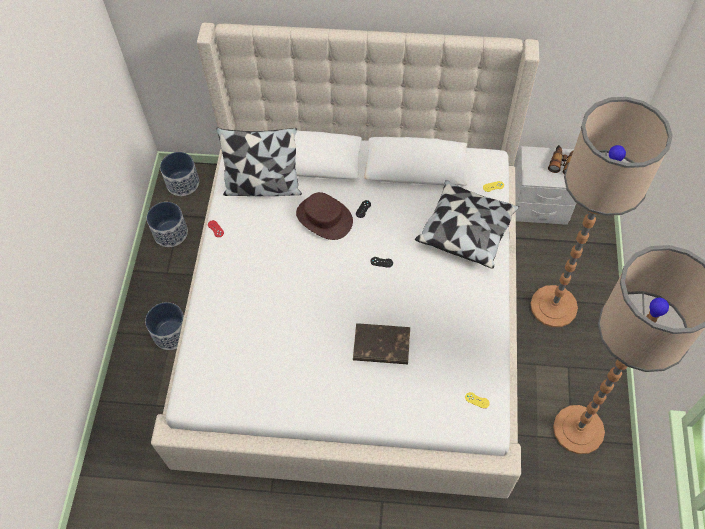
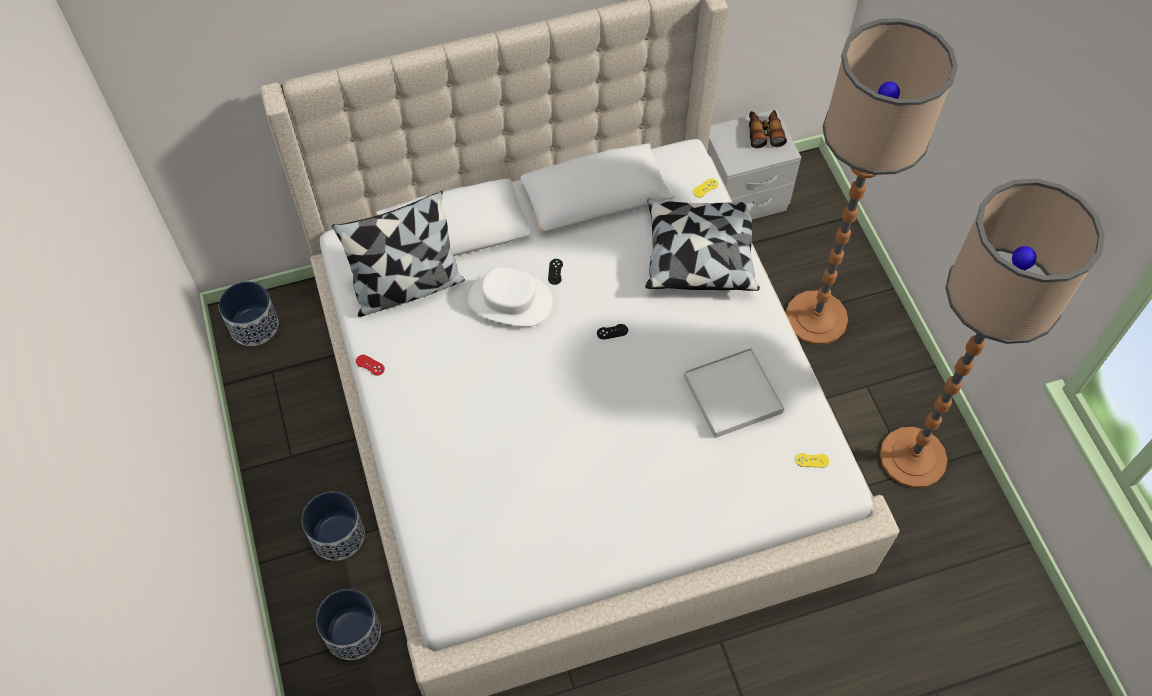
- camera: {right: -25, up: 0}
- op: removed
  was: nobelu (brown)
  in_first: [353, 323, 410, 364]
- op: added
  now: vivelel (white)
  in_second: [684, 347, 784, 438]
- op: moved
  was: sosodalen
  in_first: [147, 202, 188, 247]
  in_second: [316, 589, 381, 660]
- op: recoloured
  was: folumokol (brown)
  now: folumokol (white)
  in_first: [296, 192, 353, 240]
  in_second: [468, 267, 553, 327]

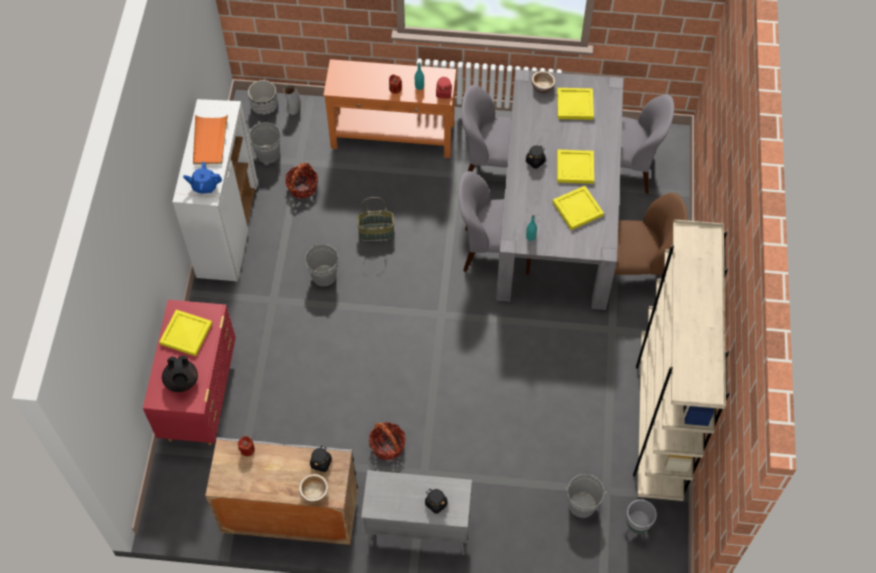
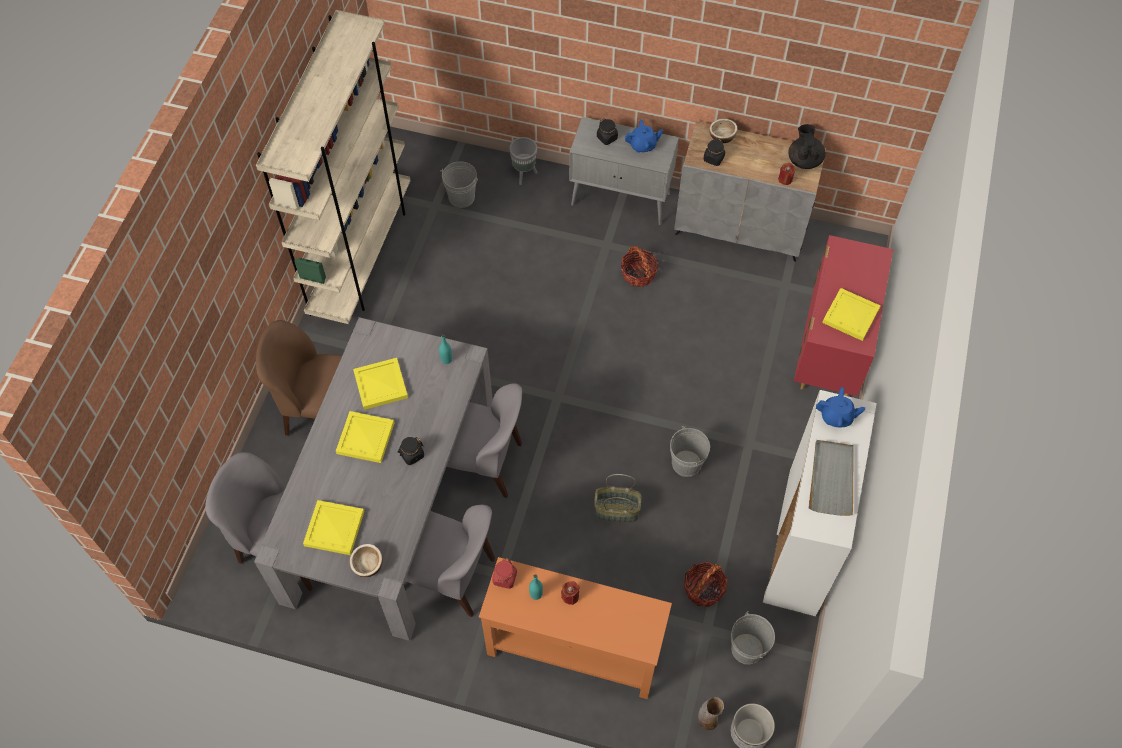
- camera: {right: -170, up: 0}
- op: added
  now: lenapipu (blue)
  in_second: [625, 120, 663, 153]
- op: moved
  was: lenapipu (black)
  in_first: [162, 355, 198, 392]
  in_second: [789, 124, 825, 169]
- op: moved
  was: sosodalen (grey)
  in_first: [623, 499, 657, 538]
  in_second: [509, 137, 538, 185]
- op: recoloured
  was: vivelel (orange)
  now: vivelel (grey)
  in_first: [193, 115, 228, 164]
  in_second: [808, 440, 854, 516]

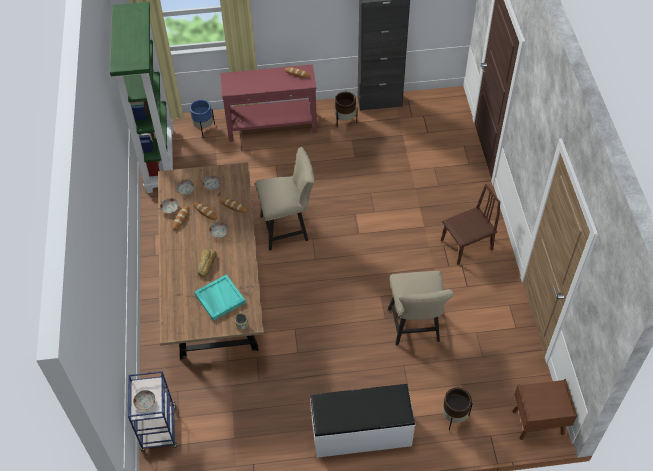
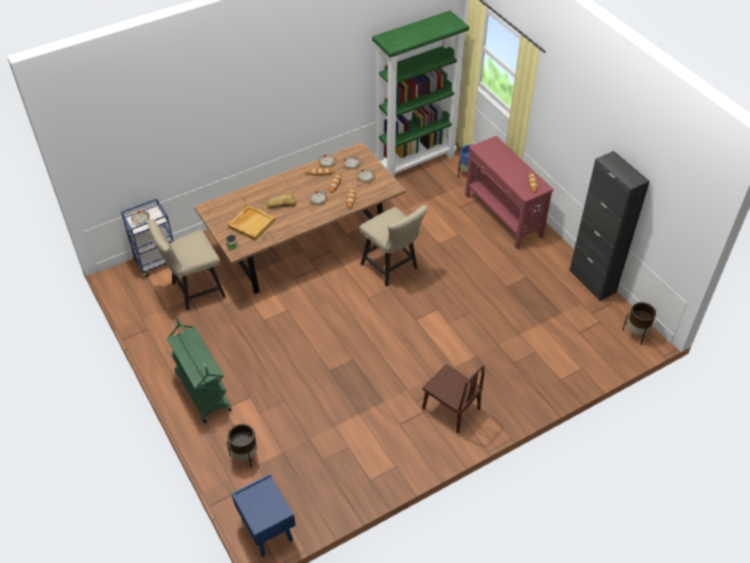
- camera: {right: 65, up: -5}
- op: moved
  was: sosodalen (brown)
  in_first: [335, 92, 358, 127]
  in_second: [623, 302, 656, 345]
- op: moved
  was: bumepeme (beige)
  in_first: [388, 271, 454, 345]
  in_second: [148, 219, 226, 310]
- op: replaced
  was: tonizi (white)
  now: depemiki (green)
  in_first: [310, 384, 415, 458]
  in_second: [167, 318, 232, 423]
- op: recoloured
  was: vivelel (turquoise)
  now: vivelel (beige)
  in_first: [194, 274, 246, 321]
  in_second: [228, 205, 275, 241]
- op: recoloured
  was: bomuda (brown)
  now: bomuda (blue)
  in_first: [512, 379, 577, 440]
  in_second: [232, 474, 296, 557]

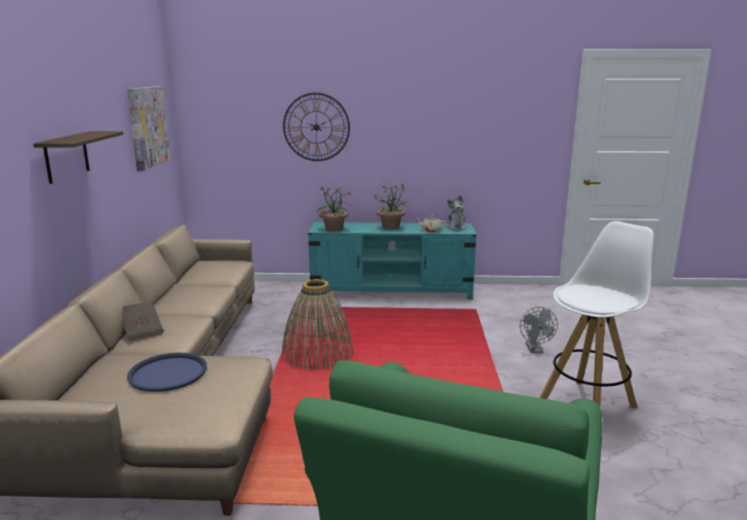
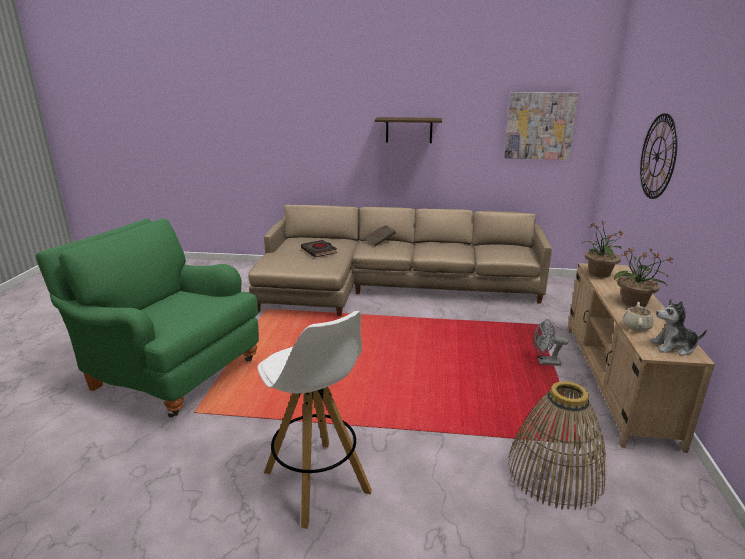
- camera: {right: 95, up: 5}
- op: moved
  was: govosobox
  in_first: [282, 279, 353, 370]
  in_second: [508, 381, 606, 510]
- op: moved
  was: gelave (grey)
  in_first: [520, 307, 558, 353]
  in_second: [534, 319, 569, 366]
- op: replaced
  was: vivelel (blue)
  now: nobelu (black)
  in_first: [127, 353, 207, 392]
  in_second: [301, 240, 337, 257]
- op: recoloured
  was: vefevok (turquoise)
  now: vefevok (beige)
  in_first: [308, 222, 477, 300]
  in_second: [567, 263, 715, 453]

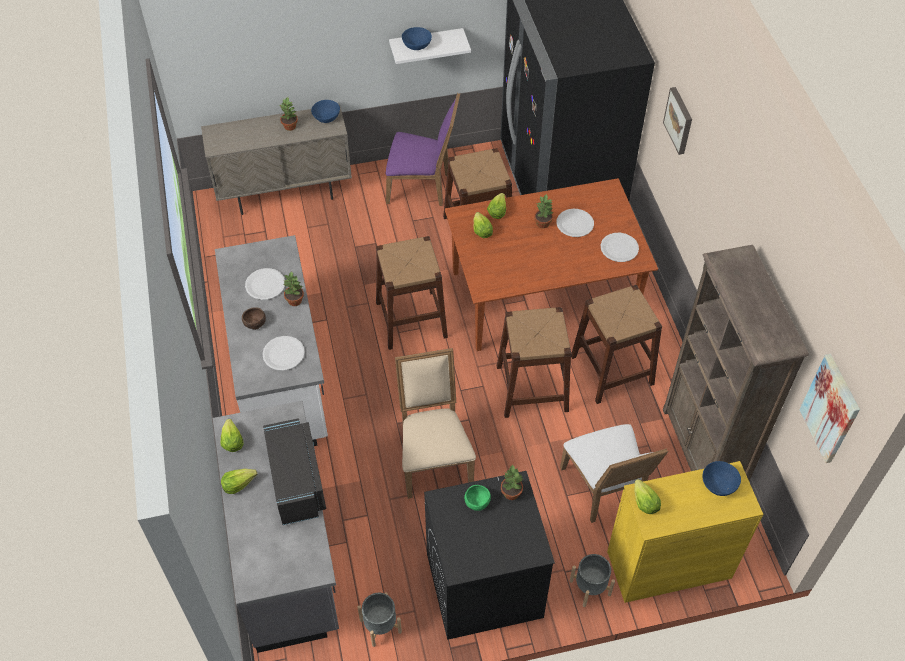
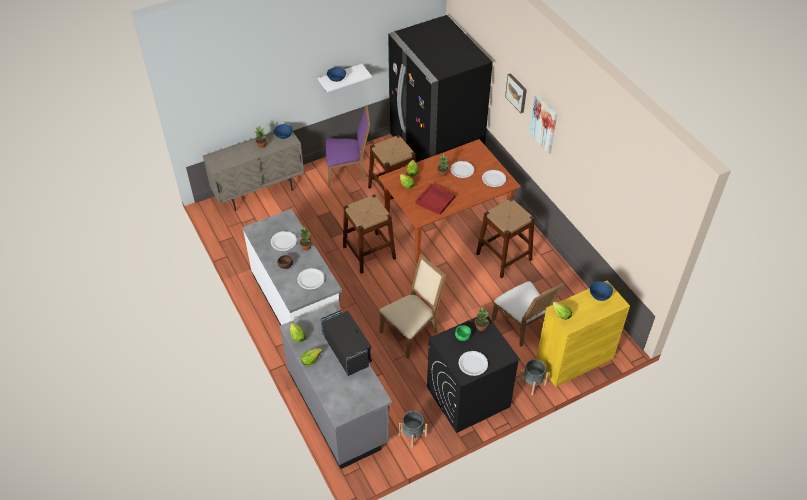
- camera: {right: -15, up: -5}
- op: removed
  was: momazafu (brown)
  in_first: [497, 307, 571, 418]
- op: removed
  was: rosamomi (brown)
  in_first: [663, 245, 809, 481]
- op: added
  now: vivelel (red)
  in_second: [415, 184, 456, 215]
- op: added
  now: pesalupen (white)
  in_second: [459, 351, 488, 376]
- op: moved
  was: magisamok
  in_first: [799, 354, 860, 463]
  in_second: [530, 93, 557, 154]
- op: turned
  was: bumepeme (beige)
  in_first: [395, 348, 476, 499]
  in_second: [380, 254, 446, 359]
  clockwise: 75

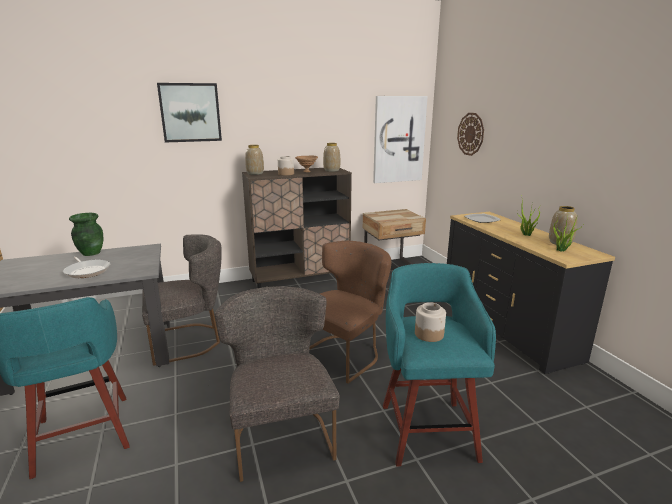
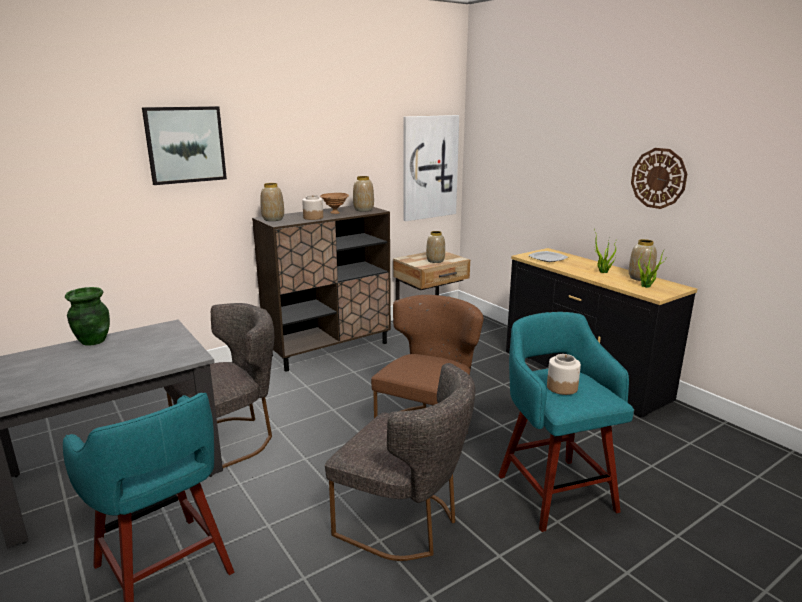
- camera: {right: -15, up: 0}
- op: removed
  was: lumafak
  in_first: [63, 257, 110, 278]
- op: added
  now: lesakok
  in_second: [426, 231, 445, 263]
- op: moved
  was: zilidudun
  in_first: [457, 113, 484, 156]
  in_second: [631, 148, 687, 209]
- op: turned
  was: bumepeme (grey)
  in_first: [215, 286, 340, 482]
  in_second: [325, 363, 475, 561]
  clockwise: 150

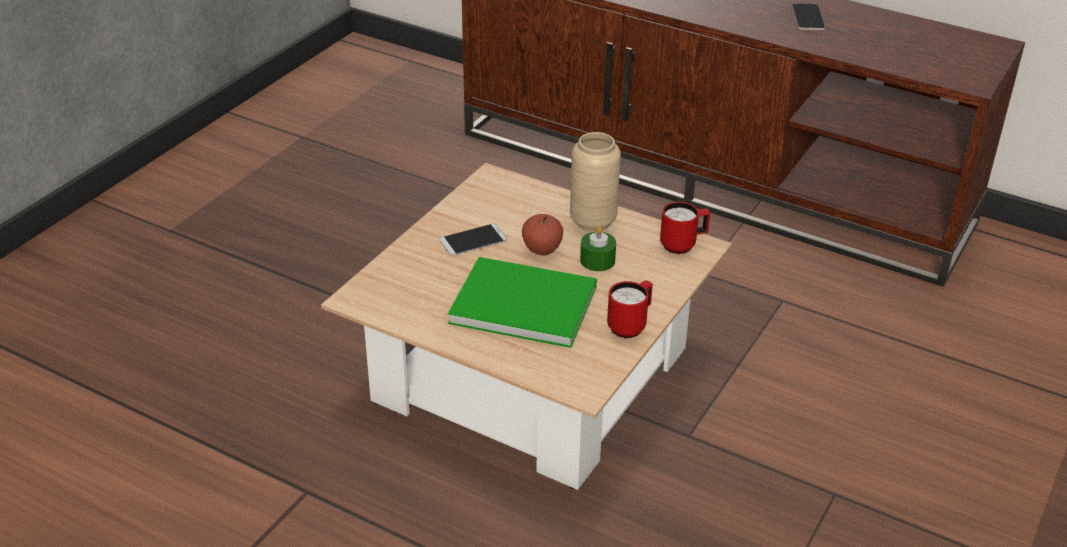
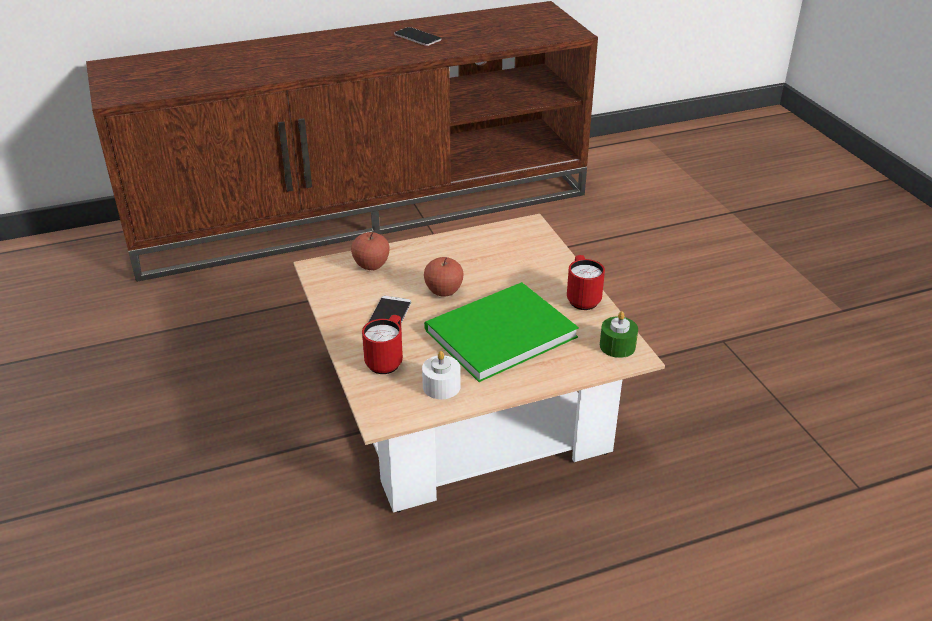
- camera: {right: -50, up: 0}
- op: removed
  was: lesakok (beige)
  in_first: [570, 132, 621, 231]
- op: added
  now: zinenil
  in_second: [351, 232, 390, 270]
- op: added
  now: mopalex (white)
  in_second: [422, 351, 461, 399]
- op: moved
  was: mopalex (green)
  in_first: [580, 226, 616, 271]
  in_second: [600, 311, 638, 358]
- op: moved
  was: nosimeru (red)
  in_first: [660, 202, 710, 254]
  in_second: [362, 315, 403, 374]

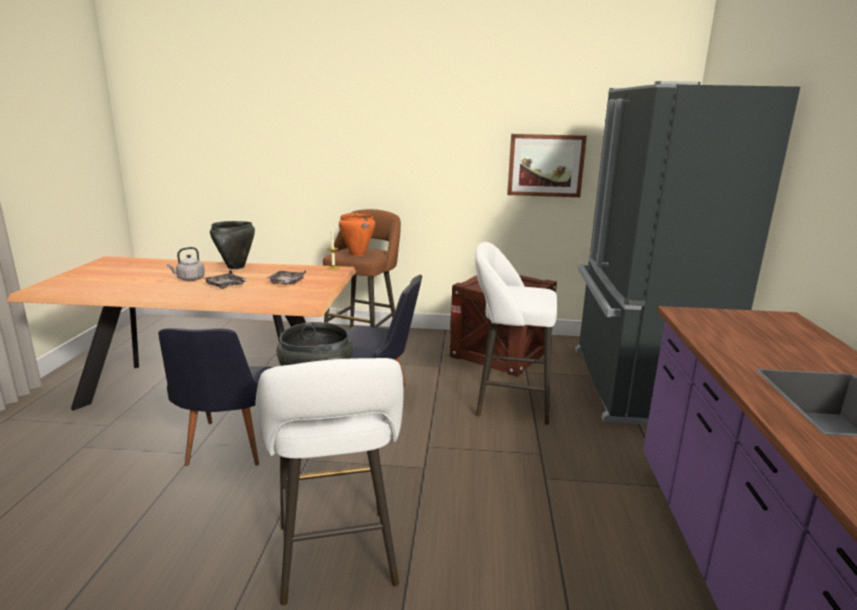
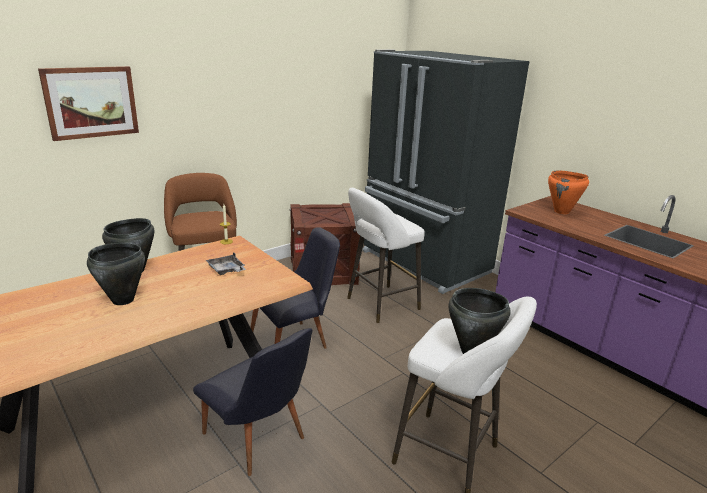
- camera: {right: -45, up: 5}
- op: removed
  was: vivelel (grey)
  in_first: [203, 270, 248, 289]
- op: moved
  was: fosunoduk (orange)
  in_first: [339, 213, 375, 256]
  in_second: [548, 171, 589, 214]
- op: moved
  was: magisamok
  in_first: [507, 134, 587, 197]
  in_second: [38, 66, 139, 141]
- op: replaced
  was: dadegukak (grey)
  now: fosunoduk (black)
  in_first: [167, 247, 205, 281]
  in_second: [87, 243, 145, 305]

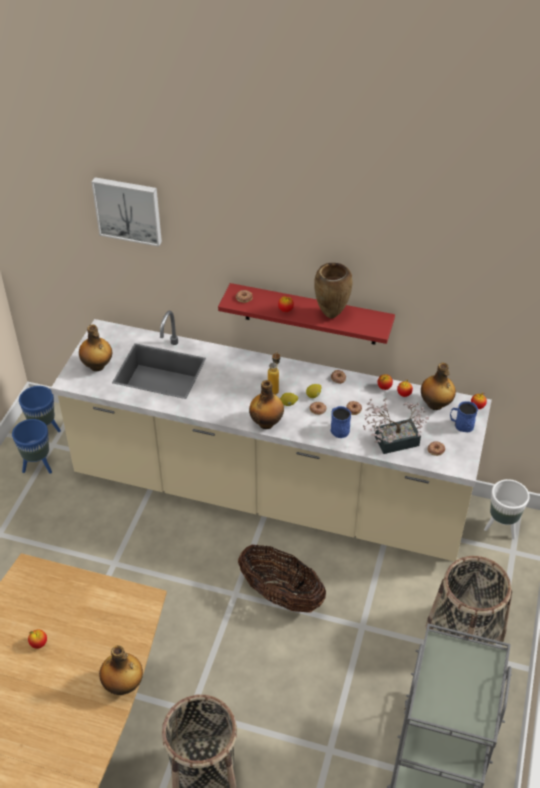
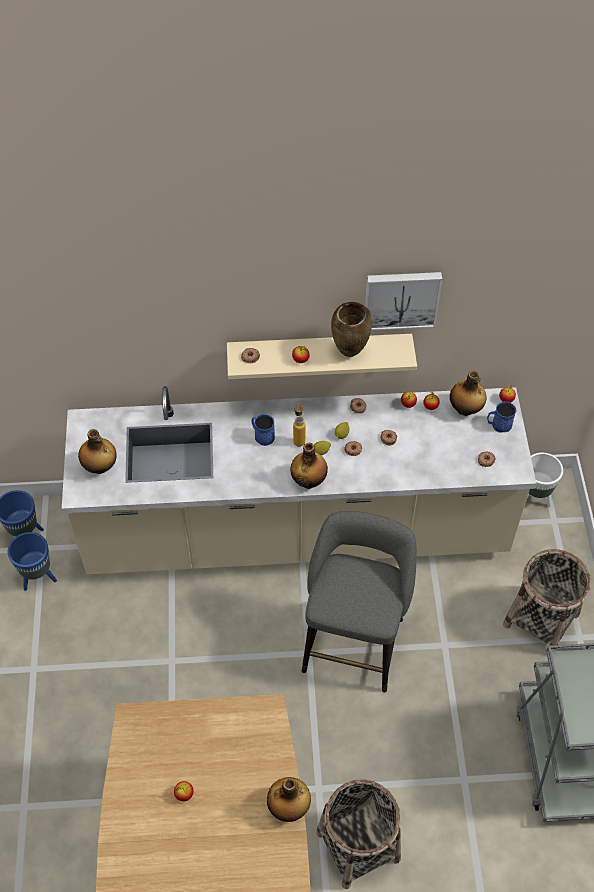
- camera: {right: -20, up: 10}
- op: removed
  was: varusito
  in_first: [363, 398, 429, 454]
- op: moved
  was: magisamok
  in_first: [92, 177, 162, 247]
  in_second: [365, 272, 442, 331]
- op: moved
  was: nosimeru (blue)
  in_first: [330, 406, 351, 438]
  in_second: [252, 414, 275, 446]
- op: replaced
  was: govosobox
  now: momazafu (grey)
  in_first: [238, 545, 326, 613]
  in_second: [302, 511, 417, 692]
- op: recoloured
  was: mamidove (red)
  now: mamidove (beige)
  in_first: [218, 283, 395, 345]
  in_second: [227, 334, 417, 379]

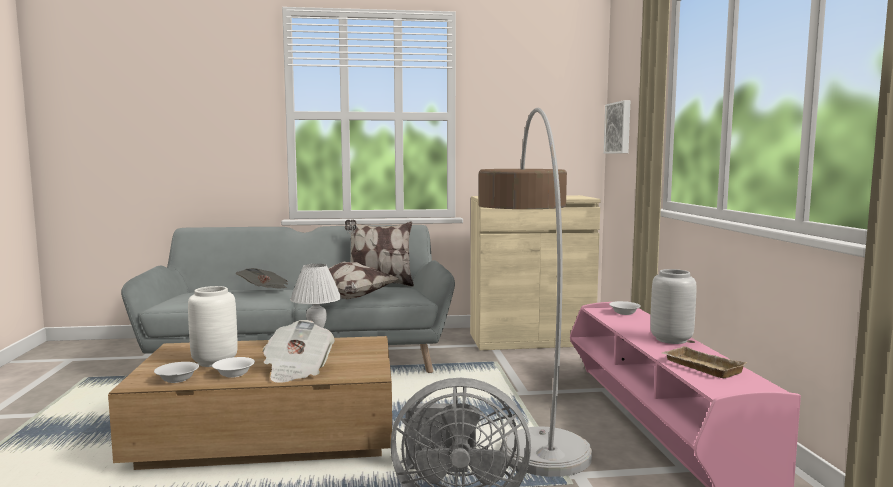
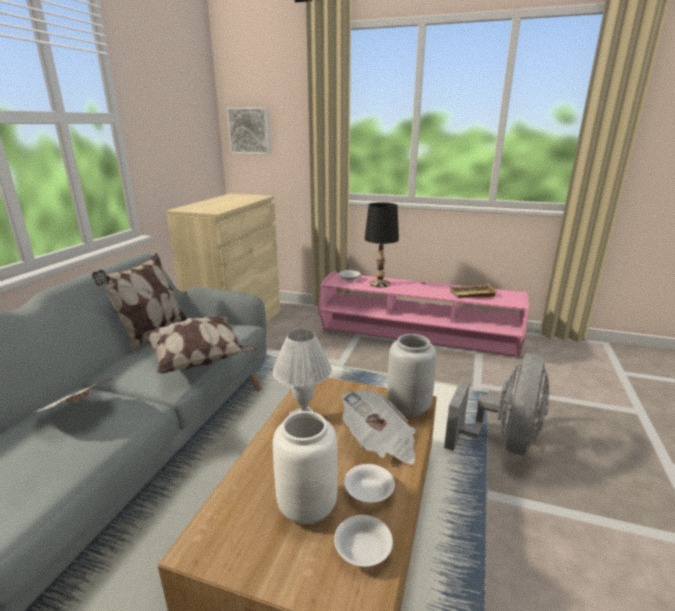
- camera: {right: -65, up: 15}
- op: removed
  was: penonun
  in_first: [479, 108, 592, 477]
- op: added
  now: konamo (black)
  in_second: [365, 202, 399, 287]
- op: moved
  was: lesakok (grey)
  in_first: [650, 269, 696, 344]
  in_second: [387, 334, 437, 417]

